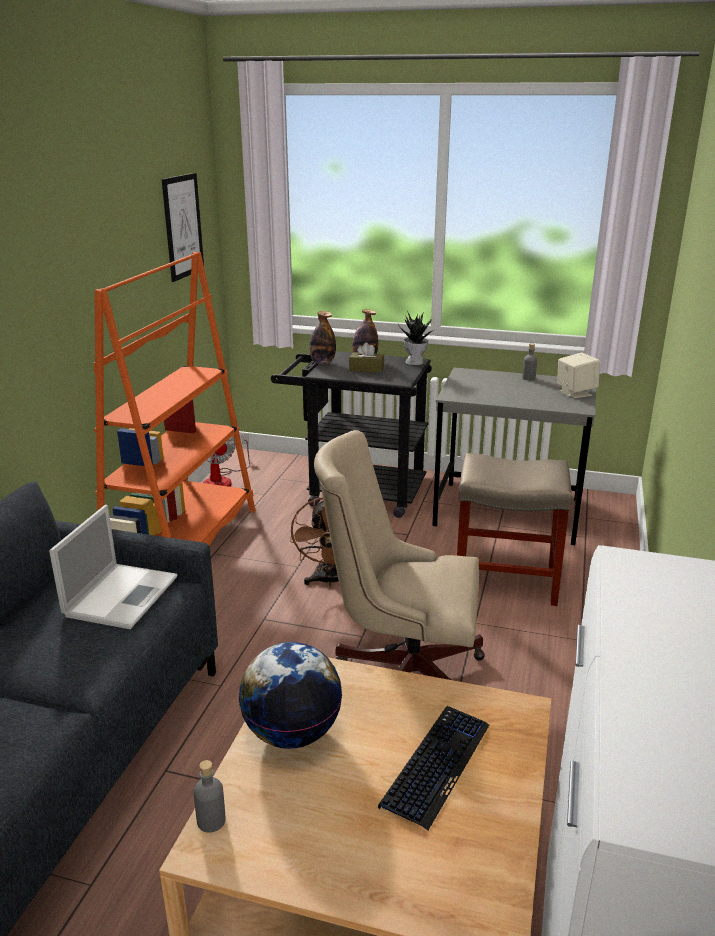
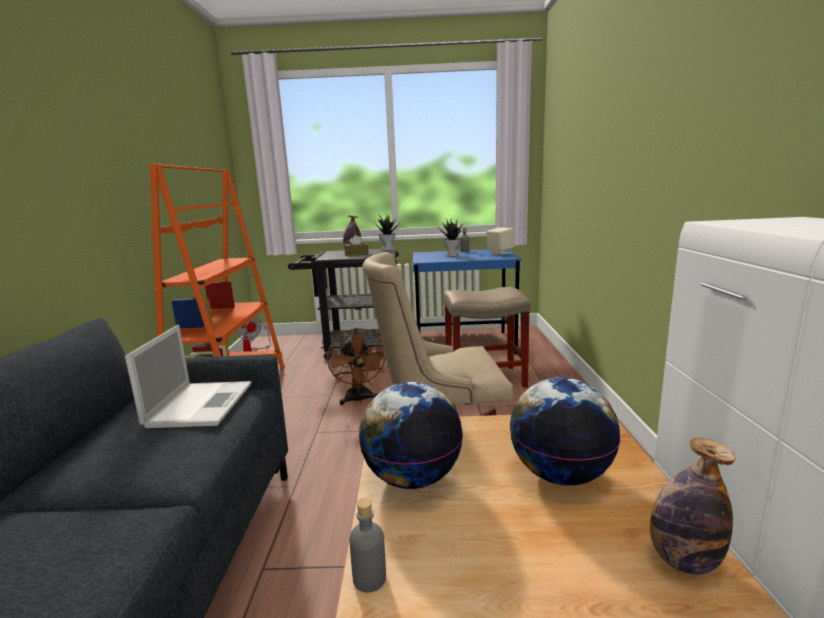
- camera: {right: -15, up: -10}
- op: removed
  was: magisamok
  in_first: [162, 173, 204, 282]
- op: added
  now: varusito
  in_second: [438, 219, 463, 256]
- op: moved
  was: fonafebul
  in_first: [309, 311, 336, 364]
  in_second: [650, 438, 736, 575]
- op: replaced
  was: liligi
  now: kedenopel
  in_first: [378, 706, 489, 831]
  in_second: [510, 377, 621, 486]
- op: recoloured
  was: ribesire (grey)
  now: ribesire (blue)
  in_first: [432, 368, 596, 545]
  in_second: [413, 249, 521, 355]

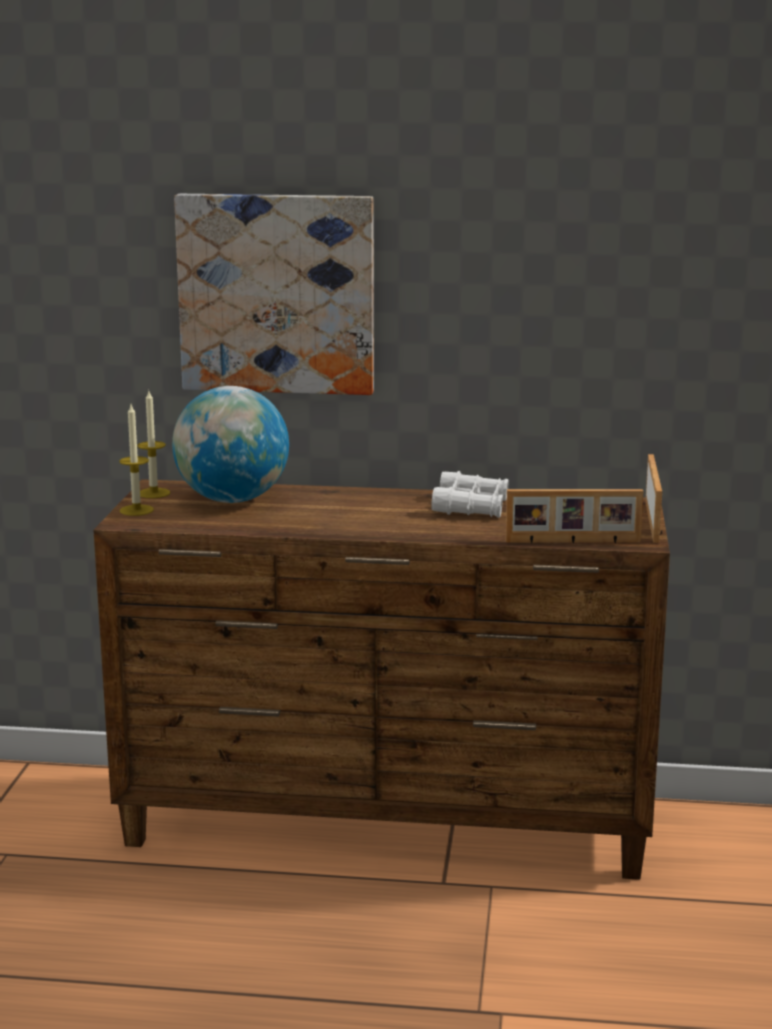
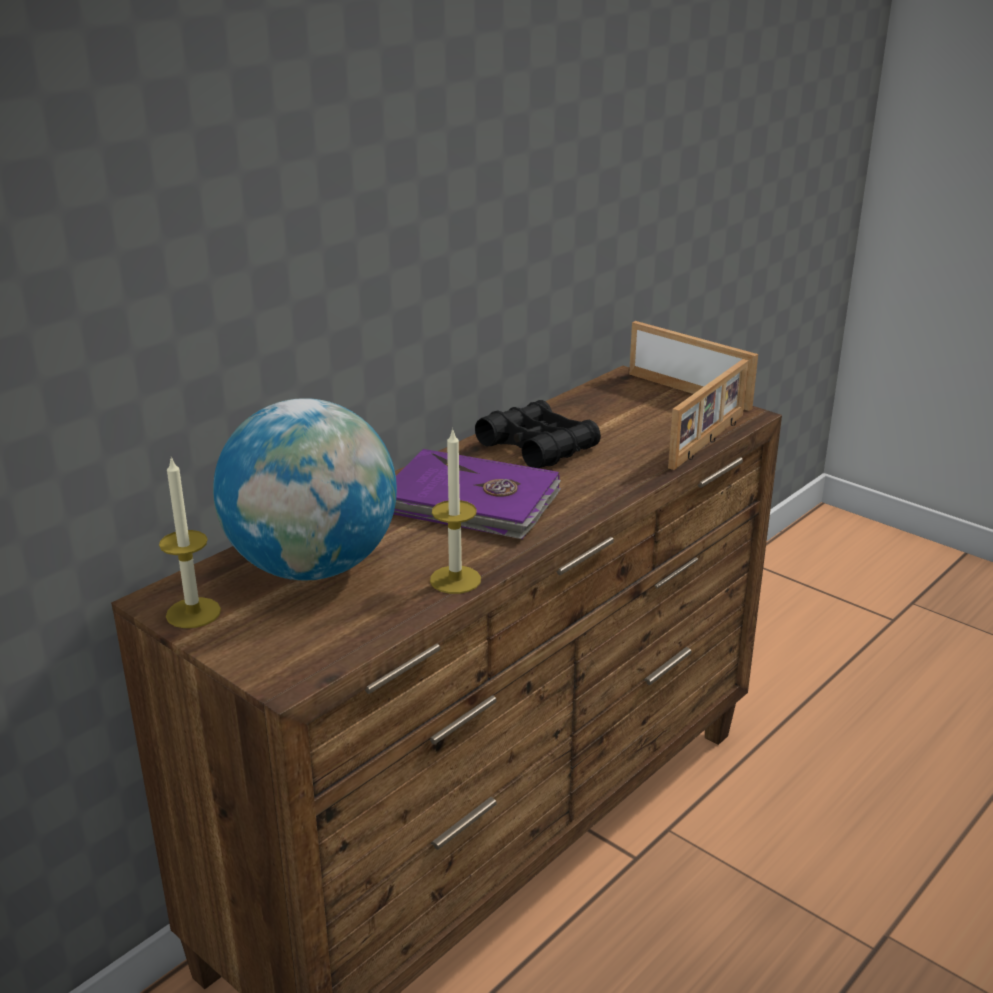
- camera: {right: -55, up: 10}
- op: removed
  was: magisamok
  in_first: [174, 194, 374, 395]
- op: added
  now: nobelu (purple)
  in_second: [394, 449, 561, 539]
- op: moved
  was: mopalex
  in_first: [119, 405, 154, 516]
  in_second: [430, 428, 481, 594]
- op: recoloured
  was: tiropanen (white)
  now: tiropanen (black)
  in_first: [431, 471, 509, 518]
  in_second: [475, 400, 601, 468]

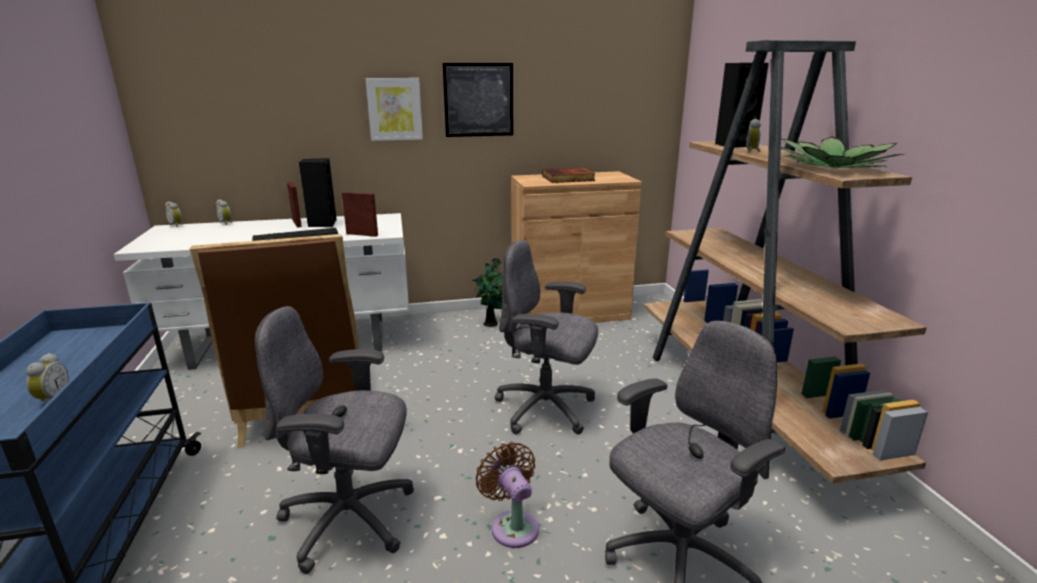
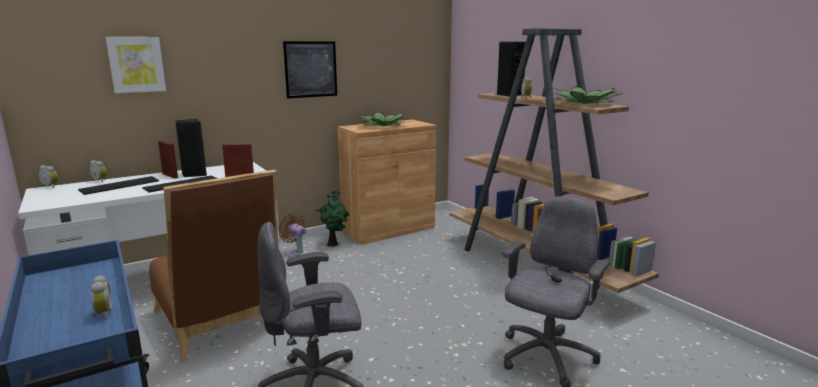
- camera: {right: -20, up: -5}
- op: removed
  was: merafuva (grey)
  in_first: [495, 240, 598, 435]
- op: added
  now: liligi
  in_second: [78, 176, 159, 195]
- op: moved
  was: magisamok
  in_first: [366, 78, 423, 141]
  in_second: [106, 37, 166, 93]
- op: moved
  was: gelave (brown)
  in_first: [475, 442, 539, 548]
  in_second: [279, 213, 311, 258]
- op: replaced
  was: nobelu
  now: varusito
  in_first: [542, 168, 595, 183]
  in_second: [359, 112, 408, 126]

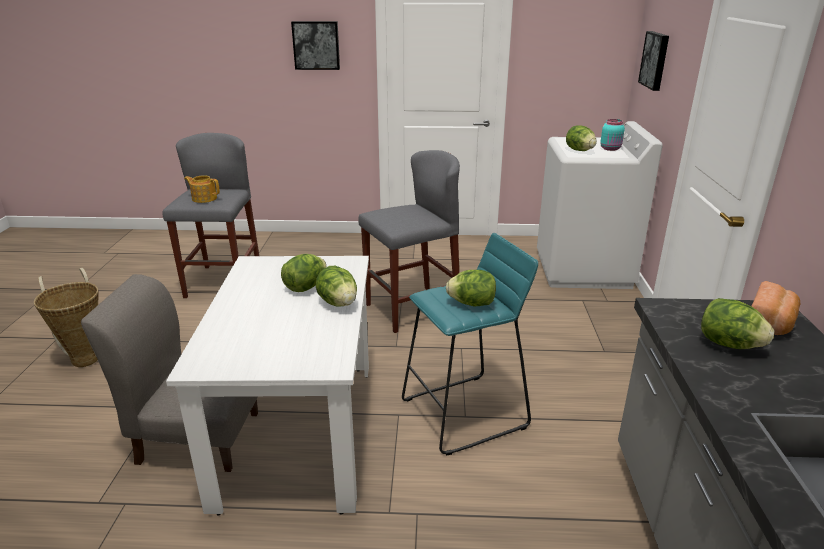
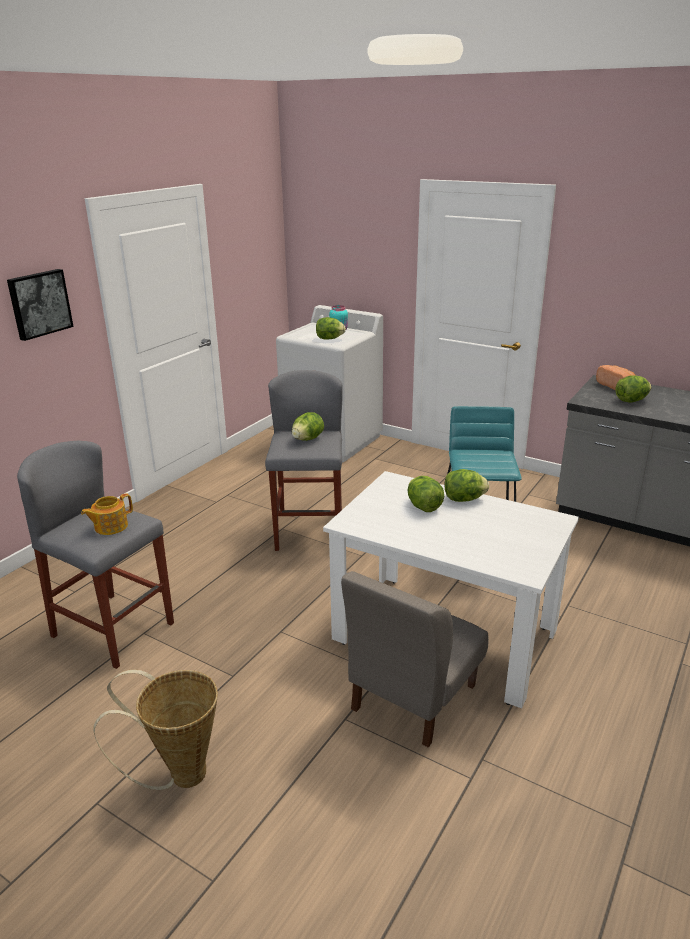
- camera: {right: -60, up: 0}
- op: removed
  was: magisamok
  in_first: [638, 31, 669, 91]
- op: moved
  was: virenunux
  in_first: [446, 270, 496, 306]
  in_second: [292, 412, 324, 441]

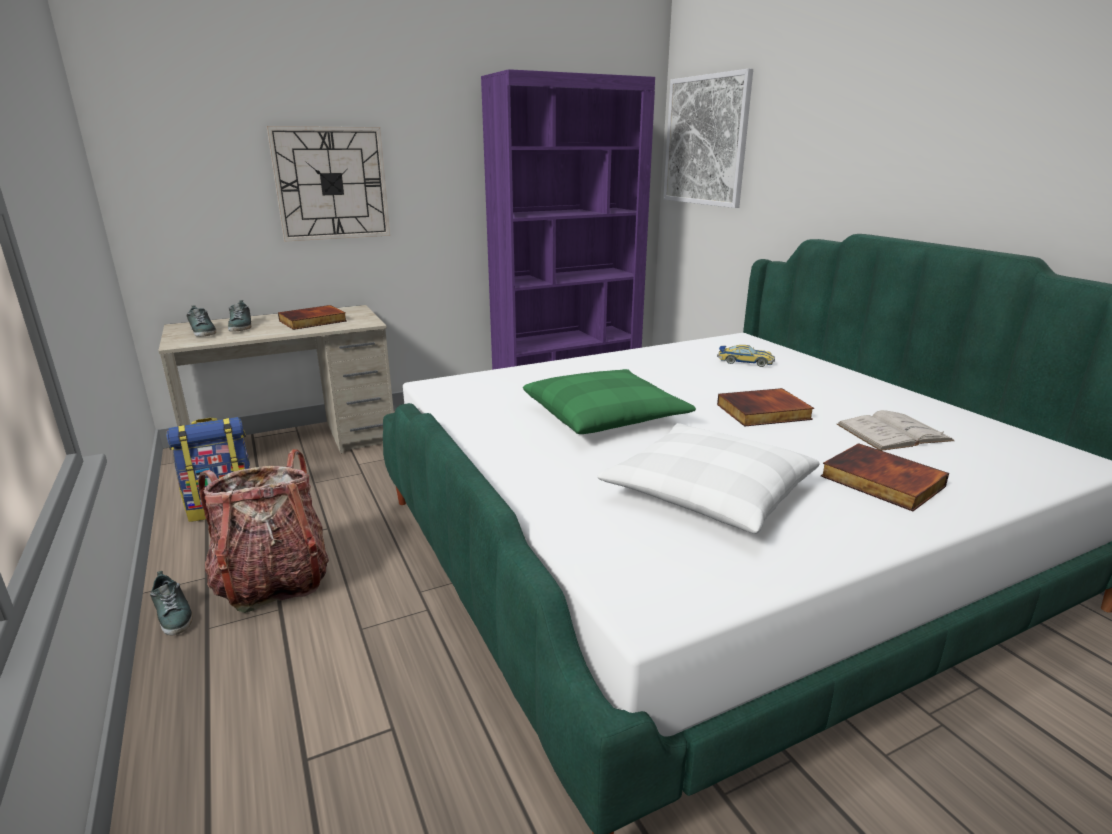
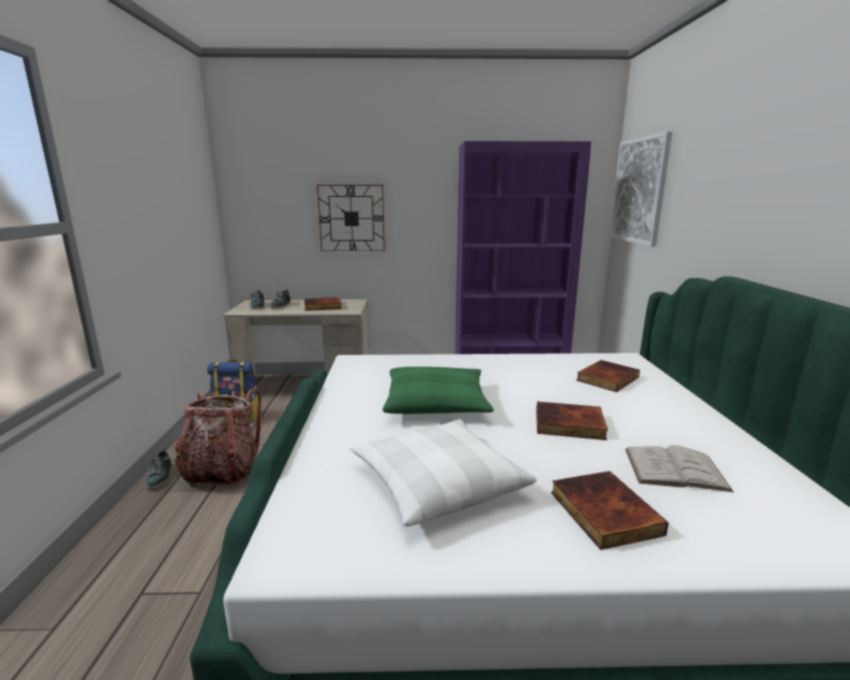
- camera: {right: 25, up: -5}
- op: replaced
  was: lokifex
  now: nobelu
  in_first: [717, 345, 775, 367]
  in_second: [576, 360, 640, 392]

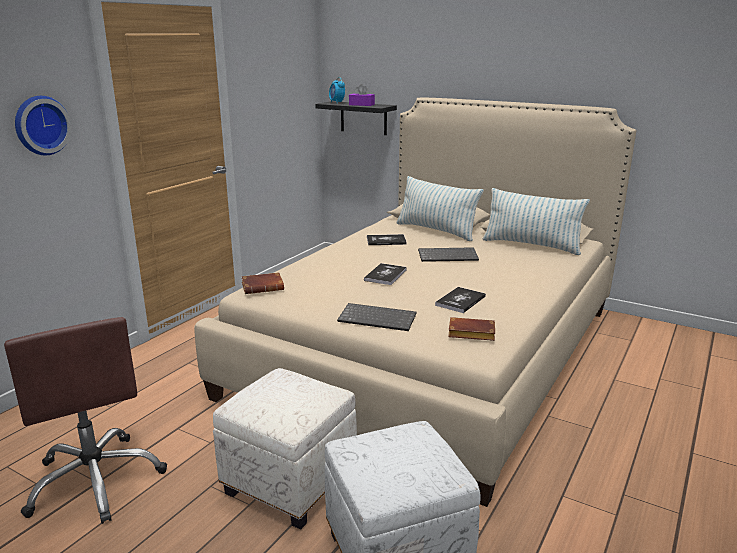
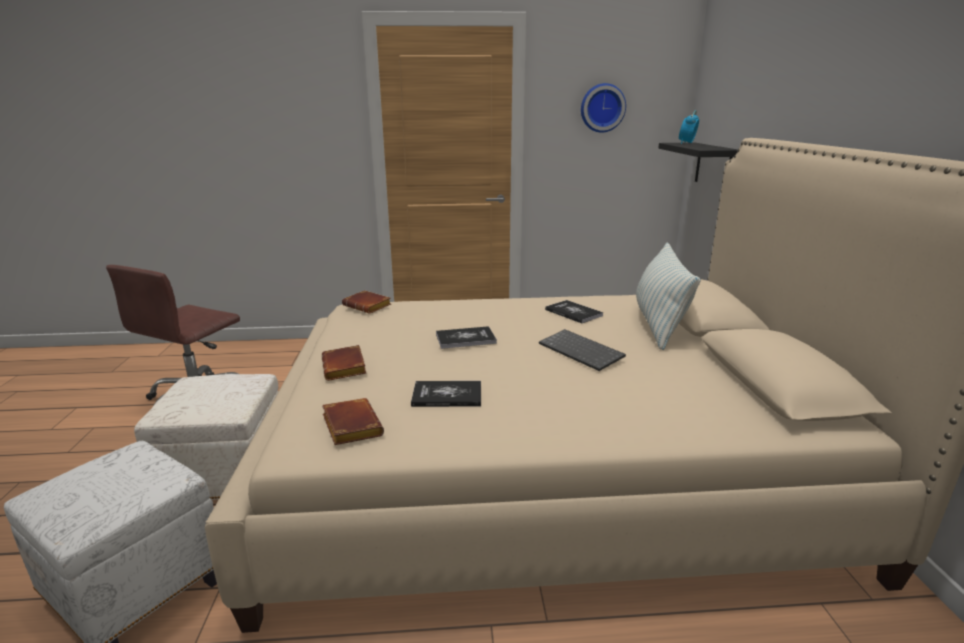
- camera: {right: 55, up: 0}
- op: removed
  was: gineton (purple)
  in_first: [349, 84, 375, 106]
- op: removed
  was: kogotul
  in_first: [483, 188, 590, 255]
- op: moved
  was: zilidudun
  in_first: [15, 96, 72, 155]
  in_second: [581, 83, 626, 133]
- op: replaced
  was: liligi
  now: nobelu (brown)
  in_first: [337, 303, 417, 331]
  in_second: [322, 345, 366, 381]

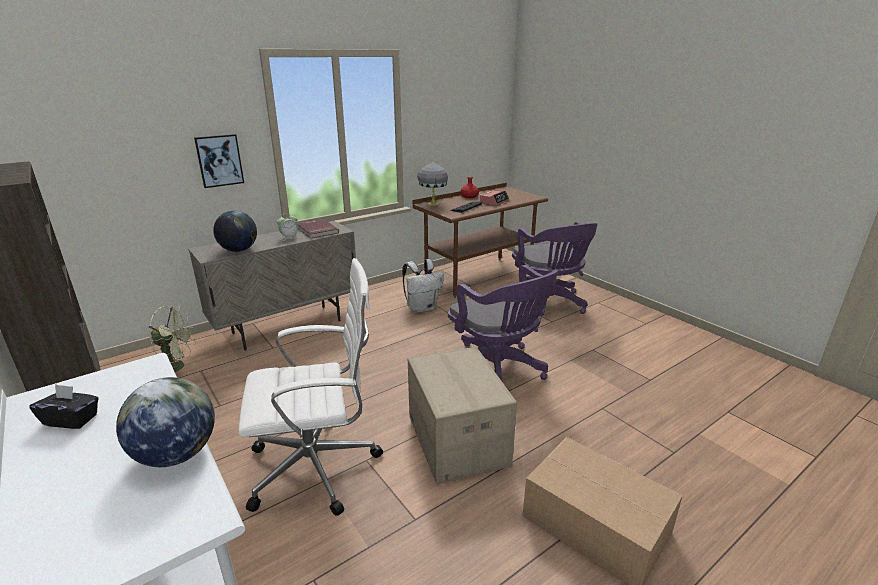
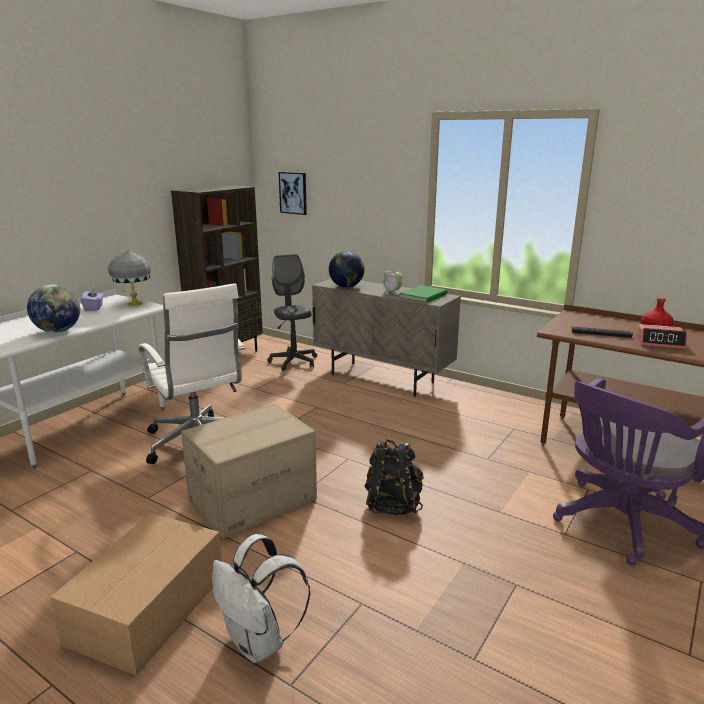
- camera: {right: 70, up: -5}
- op: moved
  was: magisamok
  in_first: [194, 134, 244, 188]
  in_second: [279, 172, 307, 215]
- op: moved
  was: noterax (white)
  in_first: [402, 259, 444, 313]
  in_second: [212, 534, 310, 663]
- op: moved
  was: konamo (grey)
  in_first: [417, 162, 448, 206]
  in_second: [108, 250, 151, 306]
- op: replaced
  was: gelave (green)
  now: merafuva (grey)
  in_first: [149, 305, 196, 372]
  in_second: [267, 254, 317, 371]
- op: replaced
  was: merafuva (purple)
  now: noterax (black)
  in_first: [448, 265, 558, 381]
  in_second: [365, 439, 424, 516]
- op: recoloured
  was: gineton (black)
  now: gineton (purple)
  in_first: [29, 384, 99, 429]
  in_second: [81, 286, 103, 311]
- op: recoloured
  was: nobelu (red)
  now: nobelu (green)
  in_first: [297, 219, 339, 238]
  in_second: [400, 285, 447, 303]

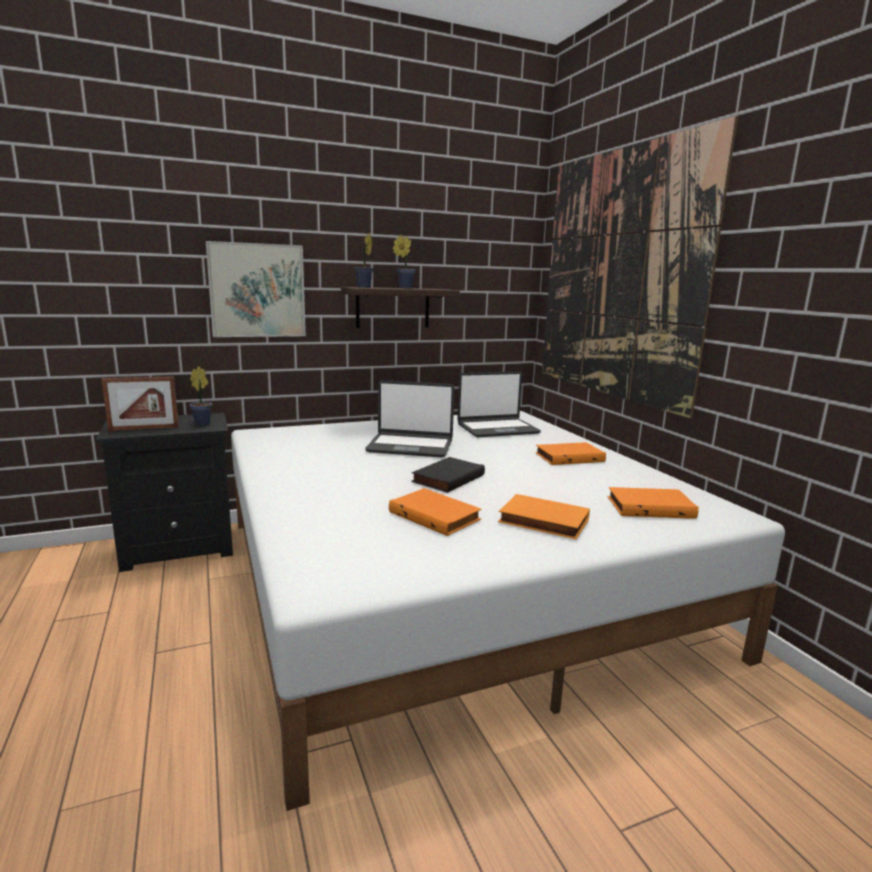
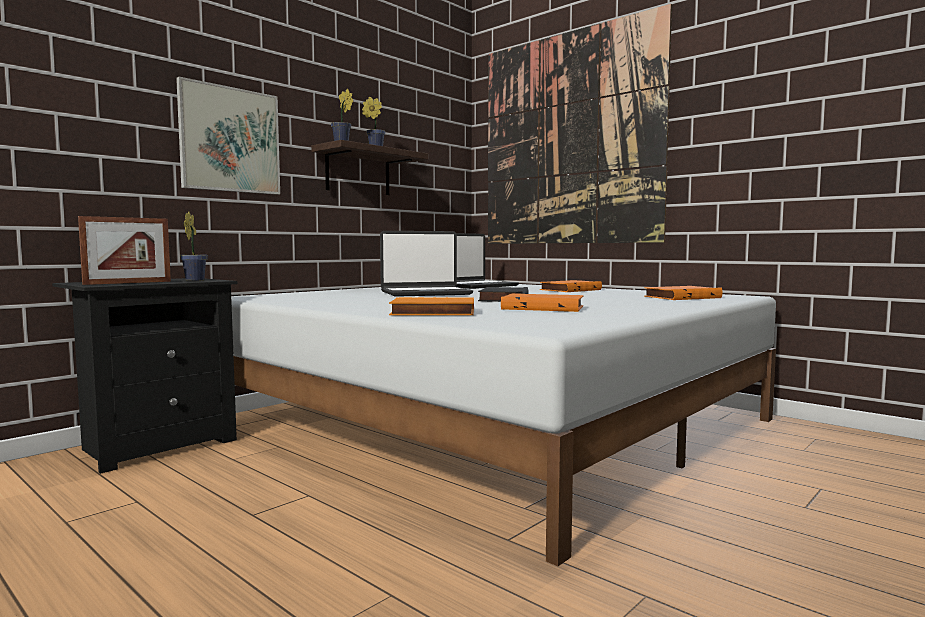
- camera: {right: -25, up: -10}
- op: moved
  was: nobelu (orange)
  in_first: [498, 494, 590, 539]
  in_second: [389, 297, 474, 315]

